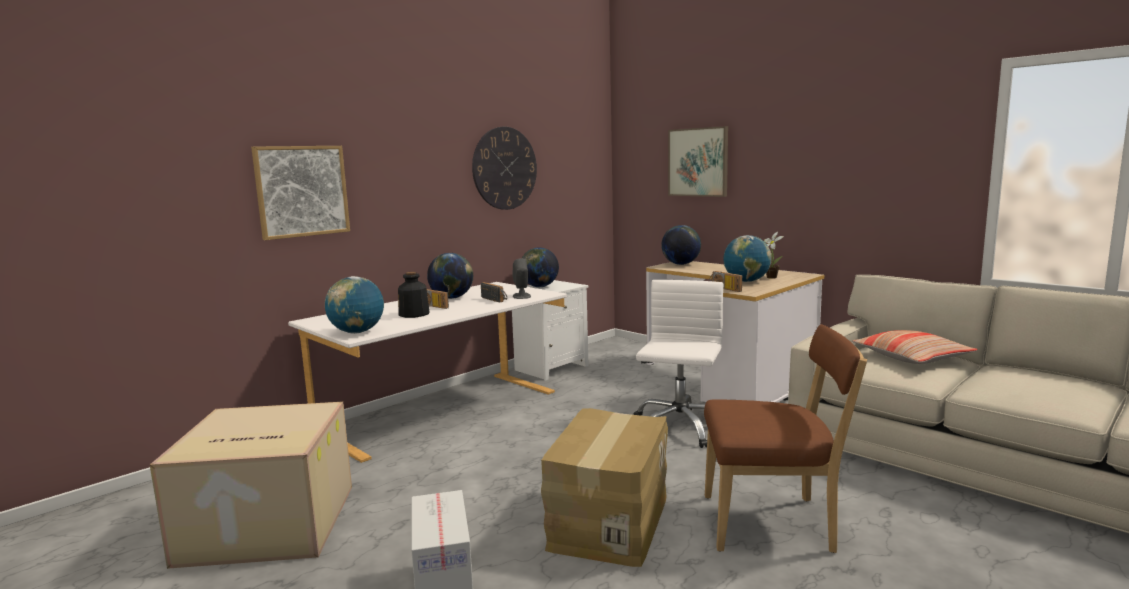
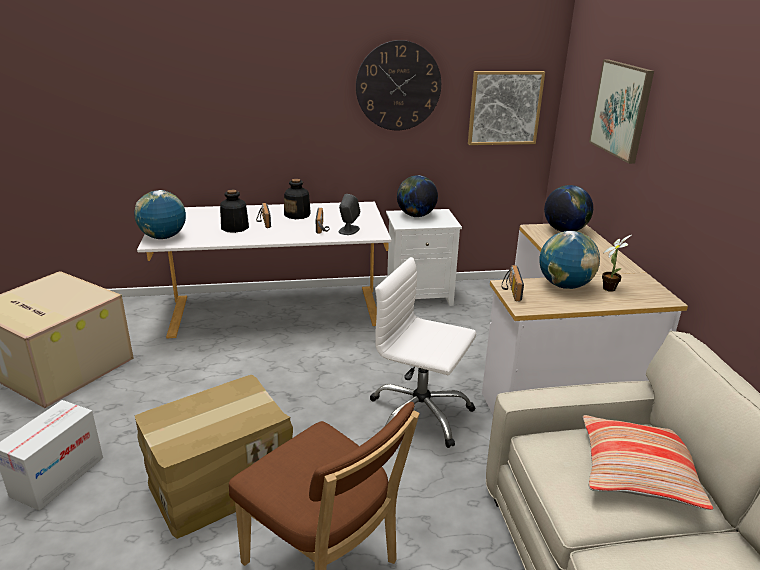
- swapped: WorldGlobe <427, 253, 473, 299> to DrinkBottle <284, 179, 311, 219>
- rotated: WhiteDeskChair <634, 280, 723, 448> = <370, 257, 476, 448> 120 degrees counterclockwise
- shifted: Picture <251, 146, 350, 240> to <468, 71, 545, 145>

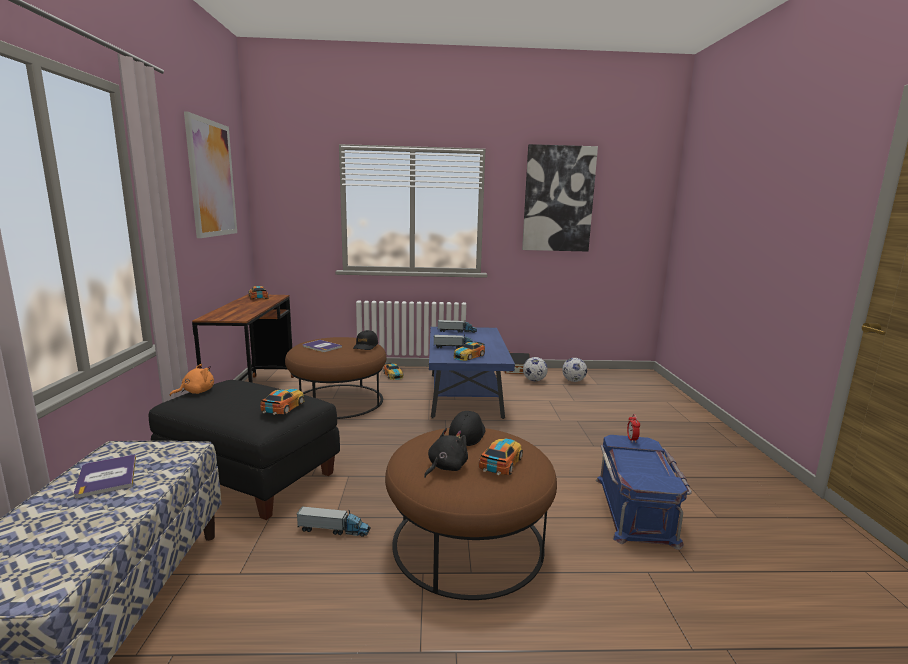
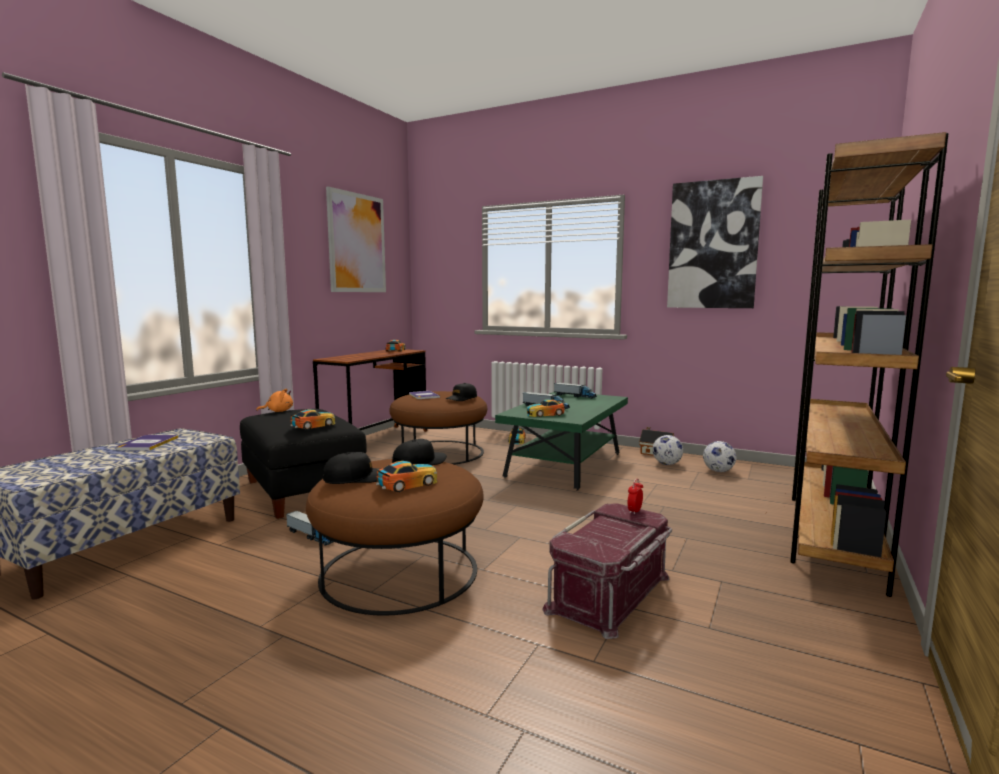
- swapped: BlackishPlushToy <424, 428, 468, 478> to BlackishBaseballCap <323, 452, 379, 484>
- repainted: BlueColouredLoungeTable <429, 327, 515, 419> to GreenColouredLoungeTable <495, 392, 628, 490>
- repainted: BlueColouredStorageContainer <596, 435, 692, 550> to ReddishStorageContainer <542, 503, 672, 639>
- new: BrownShelvingUnit <790, 132, 949, 597>

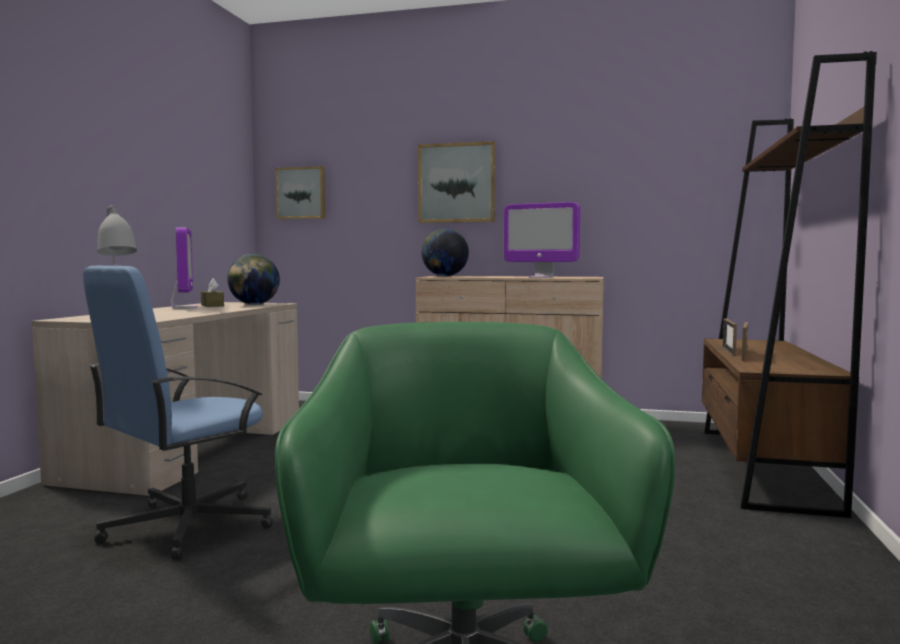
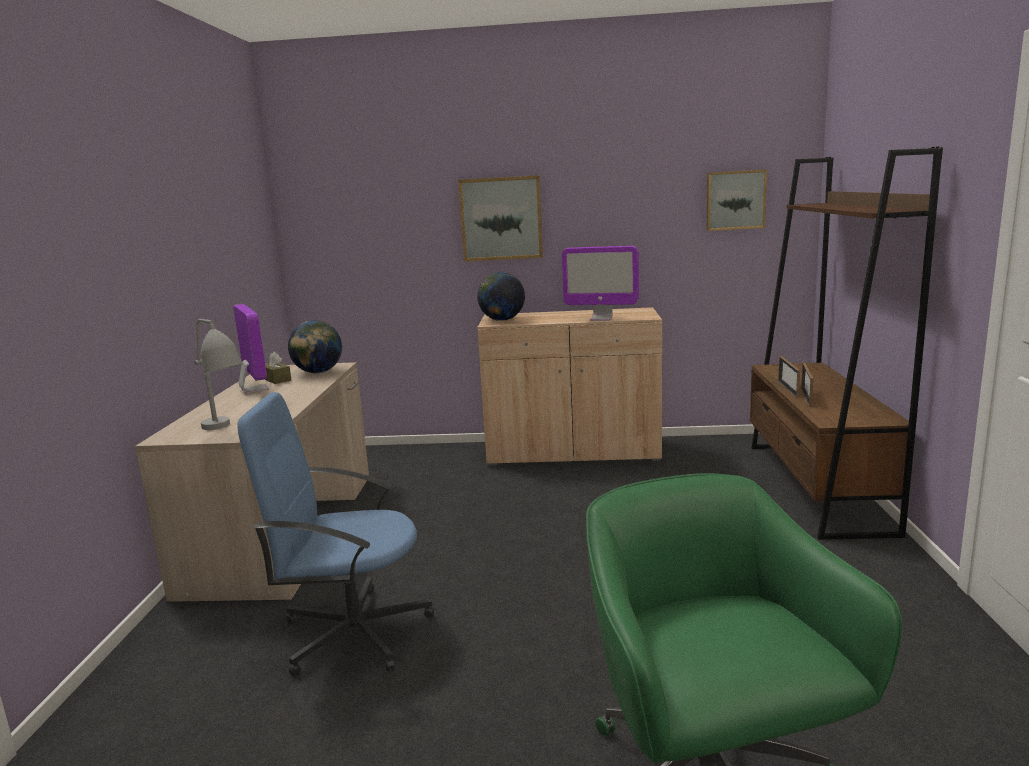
- rotated: BlueColouredDeskChair <83, 266, 273, 560> = <237, 392, 434, 676> 60 degrees clockwise
- shifted: Picture <275, 166, 325, 219> to <706, 170, 767, 231>

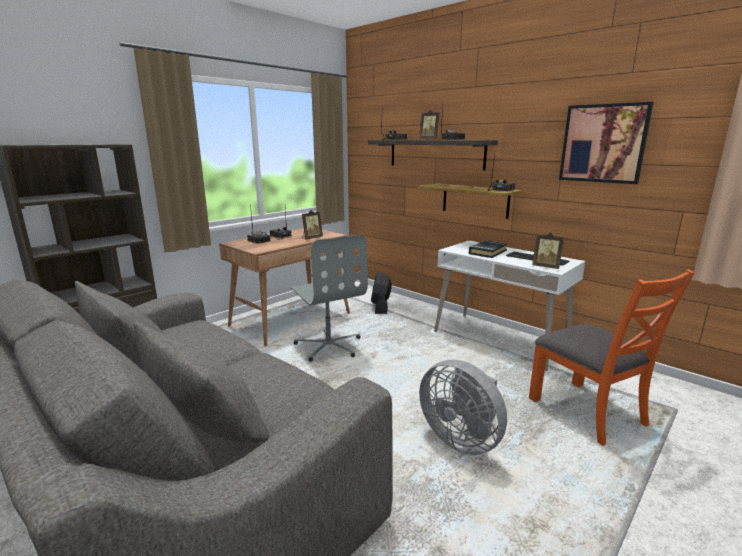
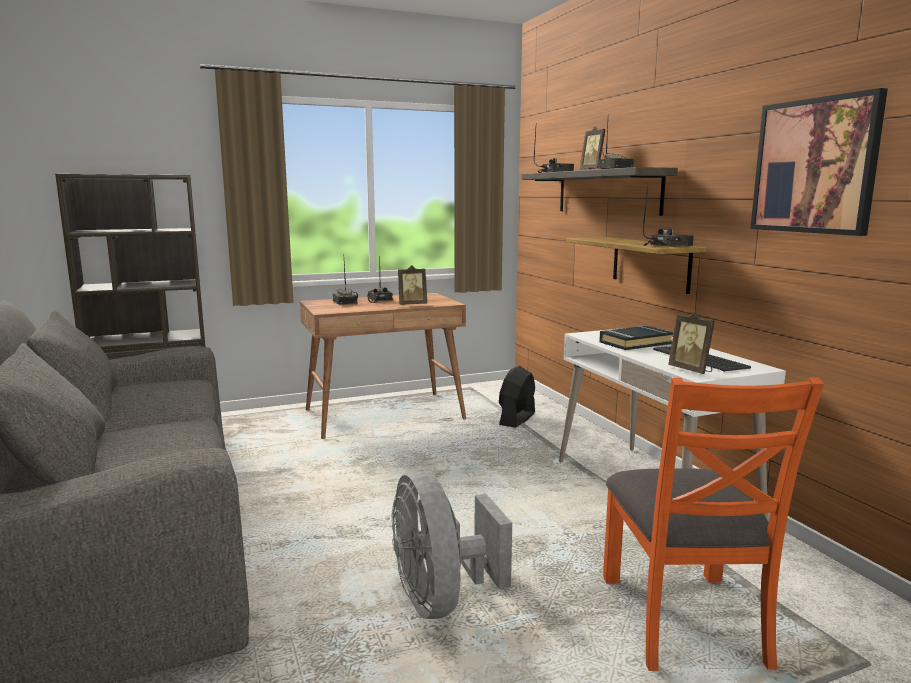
- gone: GrayDeskChair <290, 235, 368, 361>

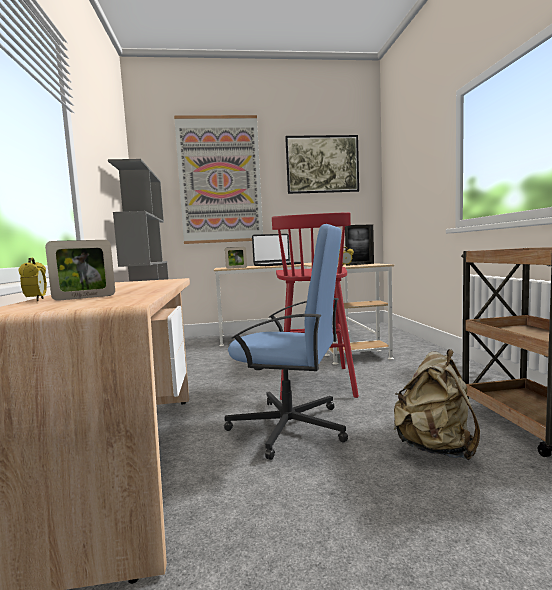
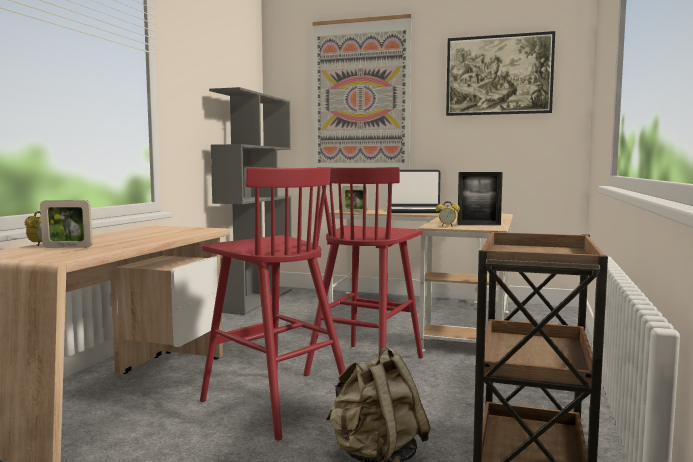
- swapped: BlueColouredDeskChair <224, 224, 348, 460> to ReddishSittingStool <200, 167, 346, 440>

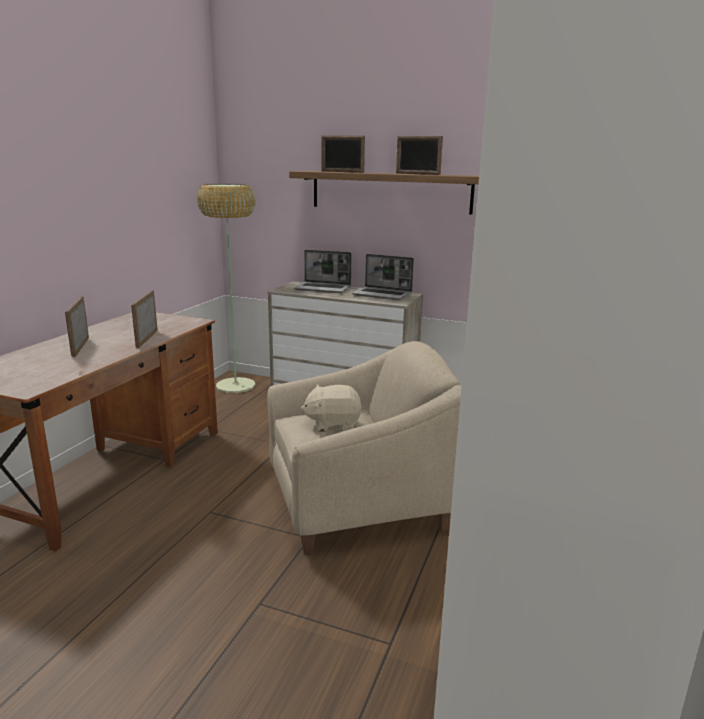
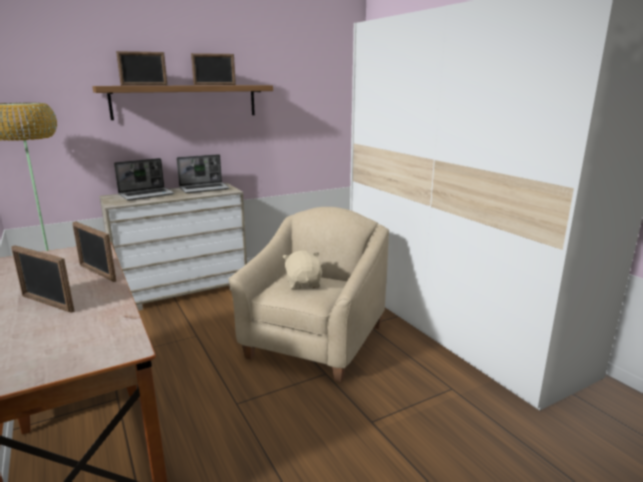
- rotated: BeigePlushToy <301, 384, 362, 432> = <282, 251, 322, 290> 135 degrees clockwise

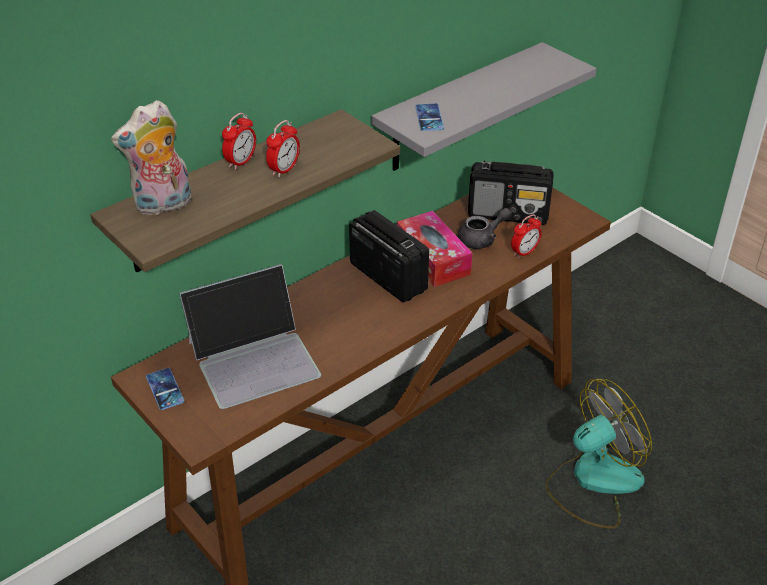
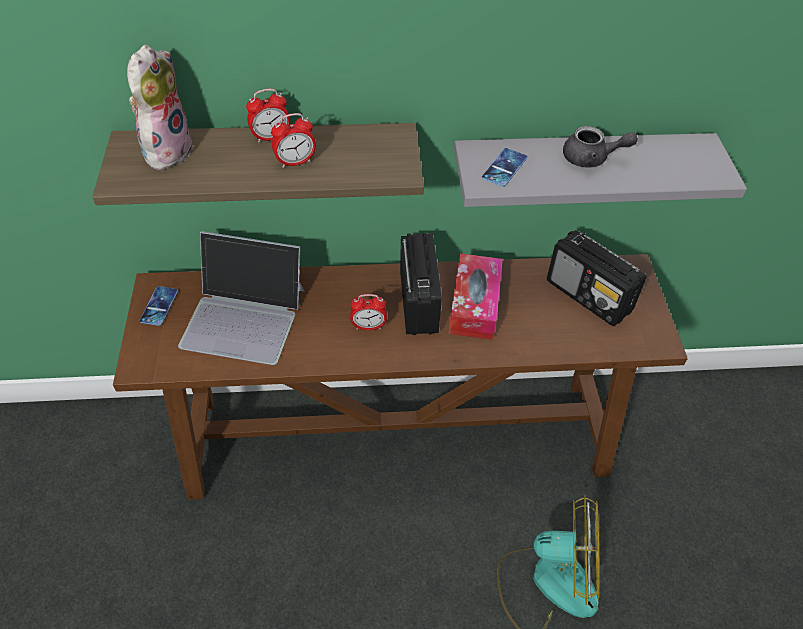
- rotated: PlushToy <111, 100, 191, 215> = <127, 45, 194, 170> 105 degrees clockwise
- shifted: TableClock <511, 214, 542, 258> to <350, 294, 387, 330>
- shifted: GrayTeapot <458, 208, 512, 249> to <563, 126, 638, 168>

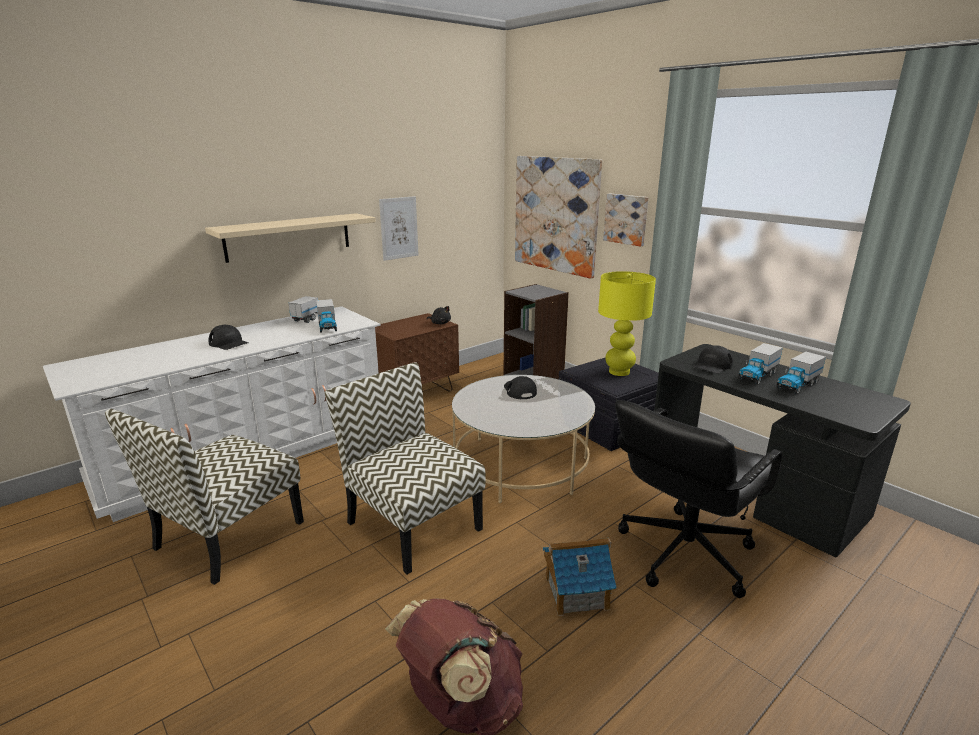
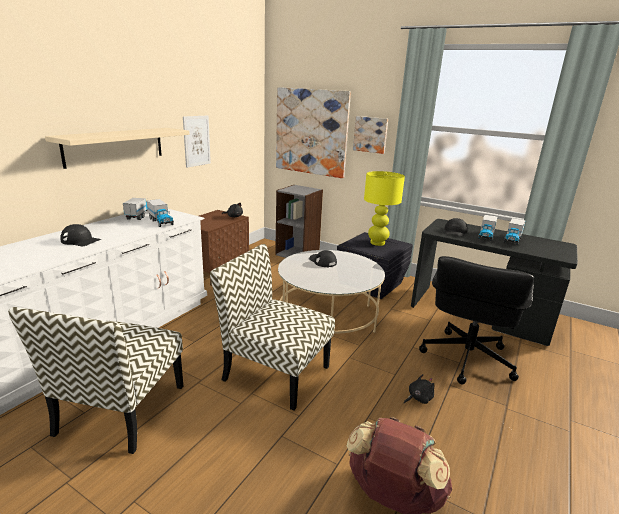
- swapped: MiniatureHouse <543, 538, 617, 616> to BlackishPlushToy <404, 374, 434, 404>

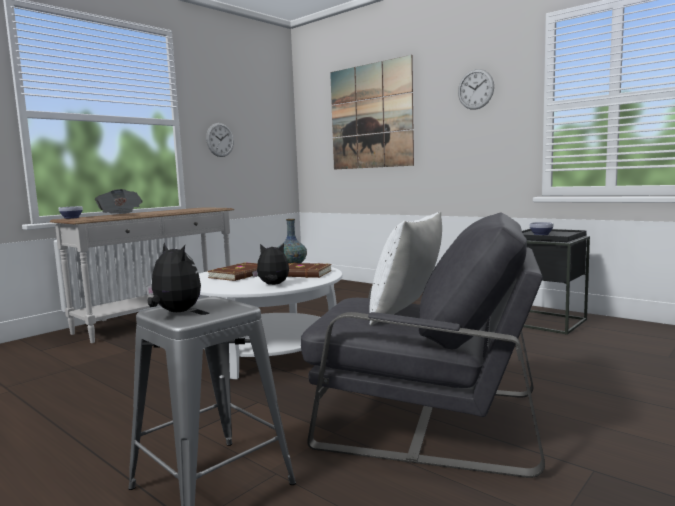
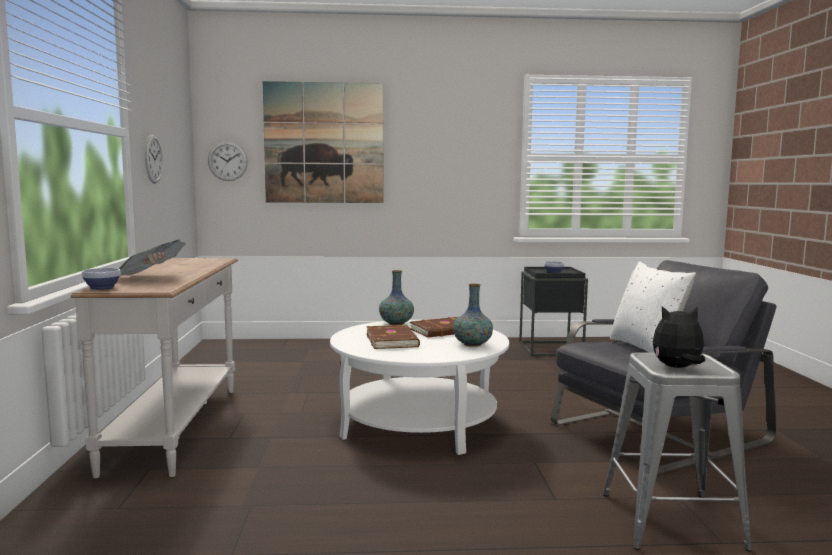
- shifted: HangingClock <458, 69, 494, 110> to <208, 141, 248, 181>
- swapped: PlushToy <252, 244, 289, 285> to FlowerVase <453, 284, 493, 347>

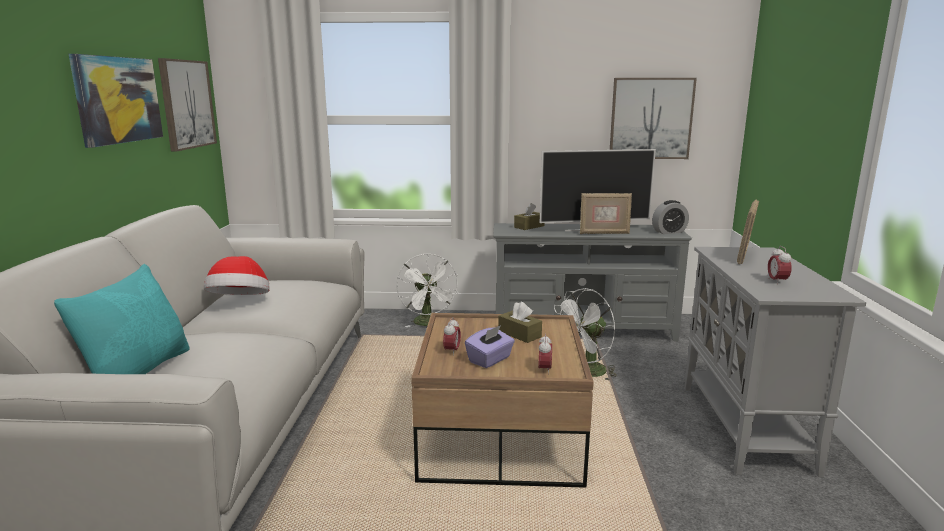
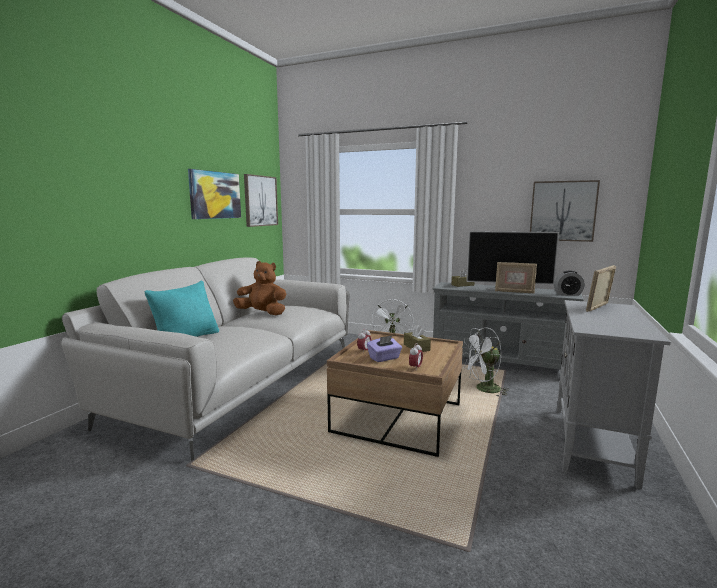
- swapped: ClothingHat <204, 256, 270, 295> to BrownPlushToy <233, 261, 286, 315>
- gone: TableClock <768, 246, 792, 285>

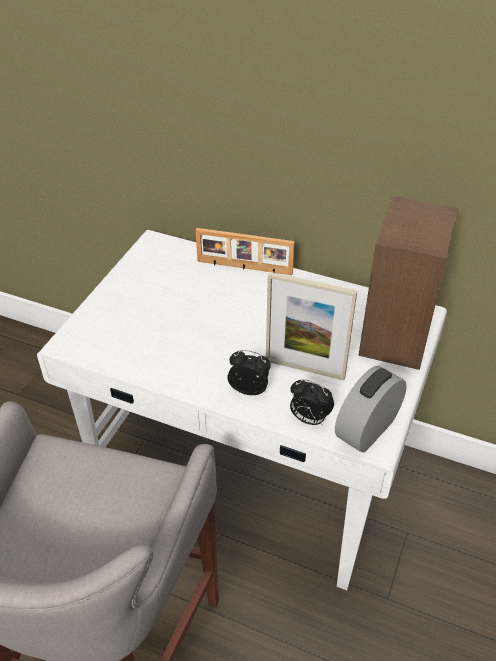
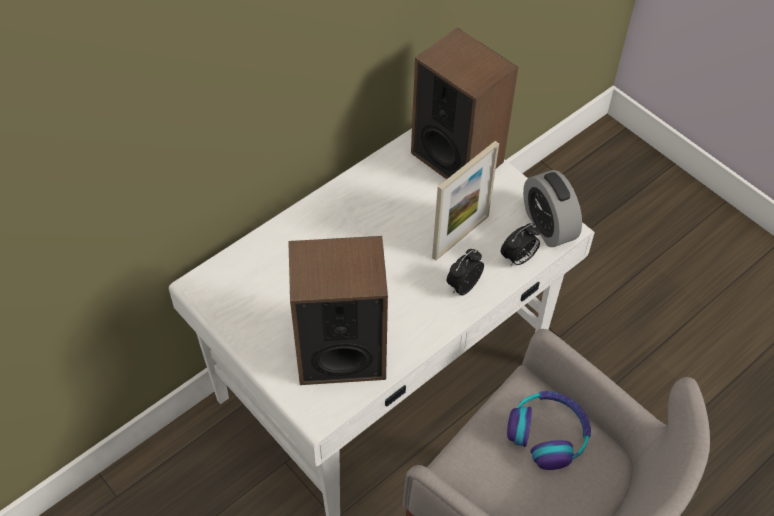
- new: Loudspeaker <288, 236, 388, 385>
- new: Headphones <507, 391, 591, 470>
- gone: StandingFrame <195, 228, 295, 275>

